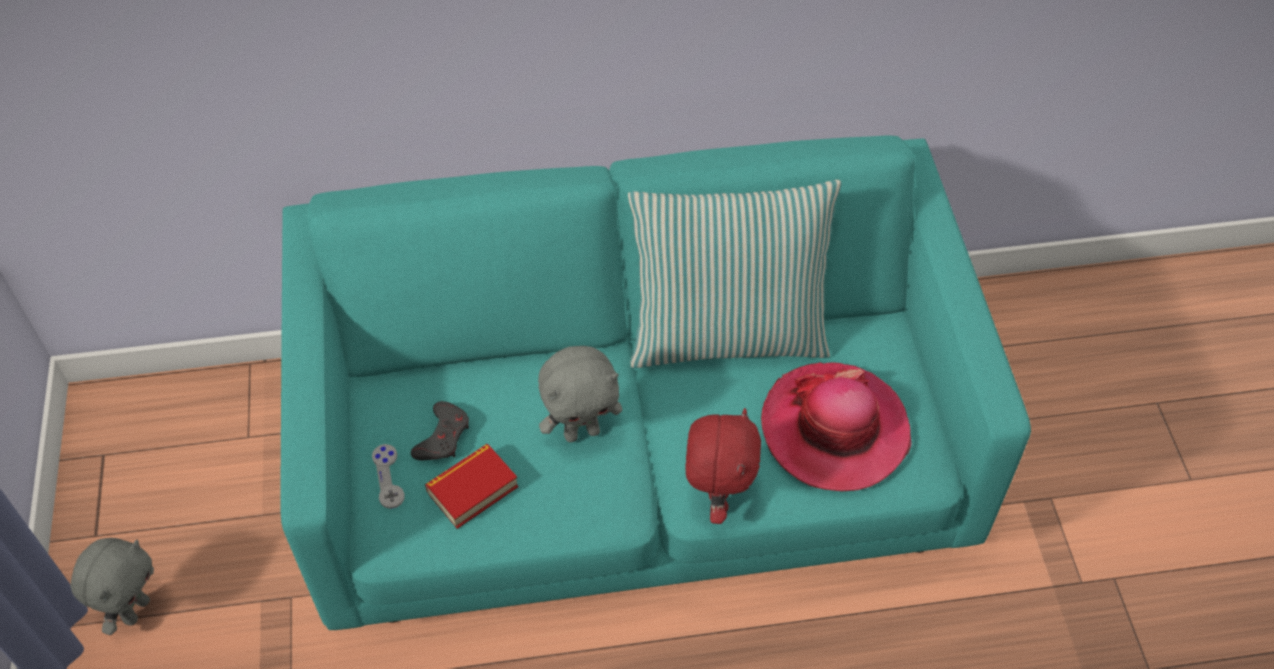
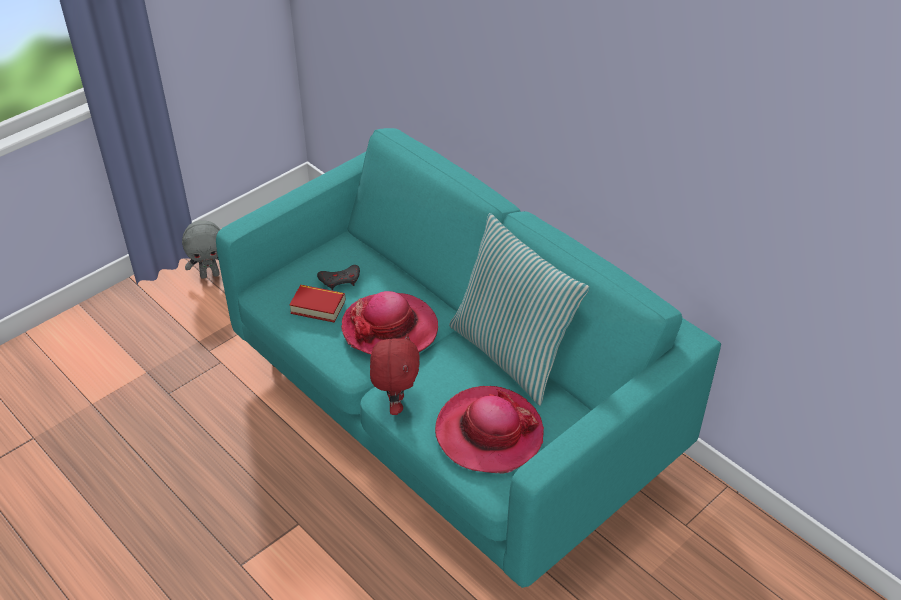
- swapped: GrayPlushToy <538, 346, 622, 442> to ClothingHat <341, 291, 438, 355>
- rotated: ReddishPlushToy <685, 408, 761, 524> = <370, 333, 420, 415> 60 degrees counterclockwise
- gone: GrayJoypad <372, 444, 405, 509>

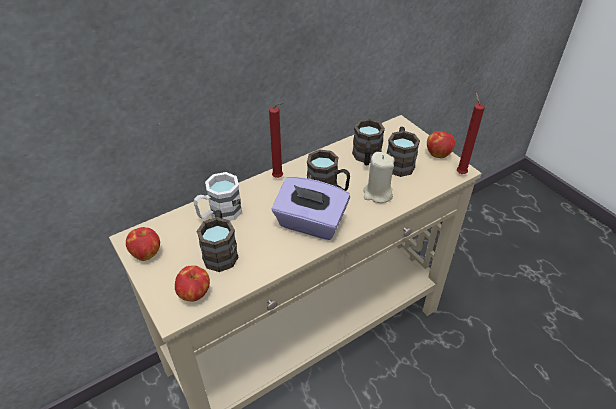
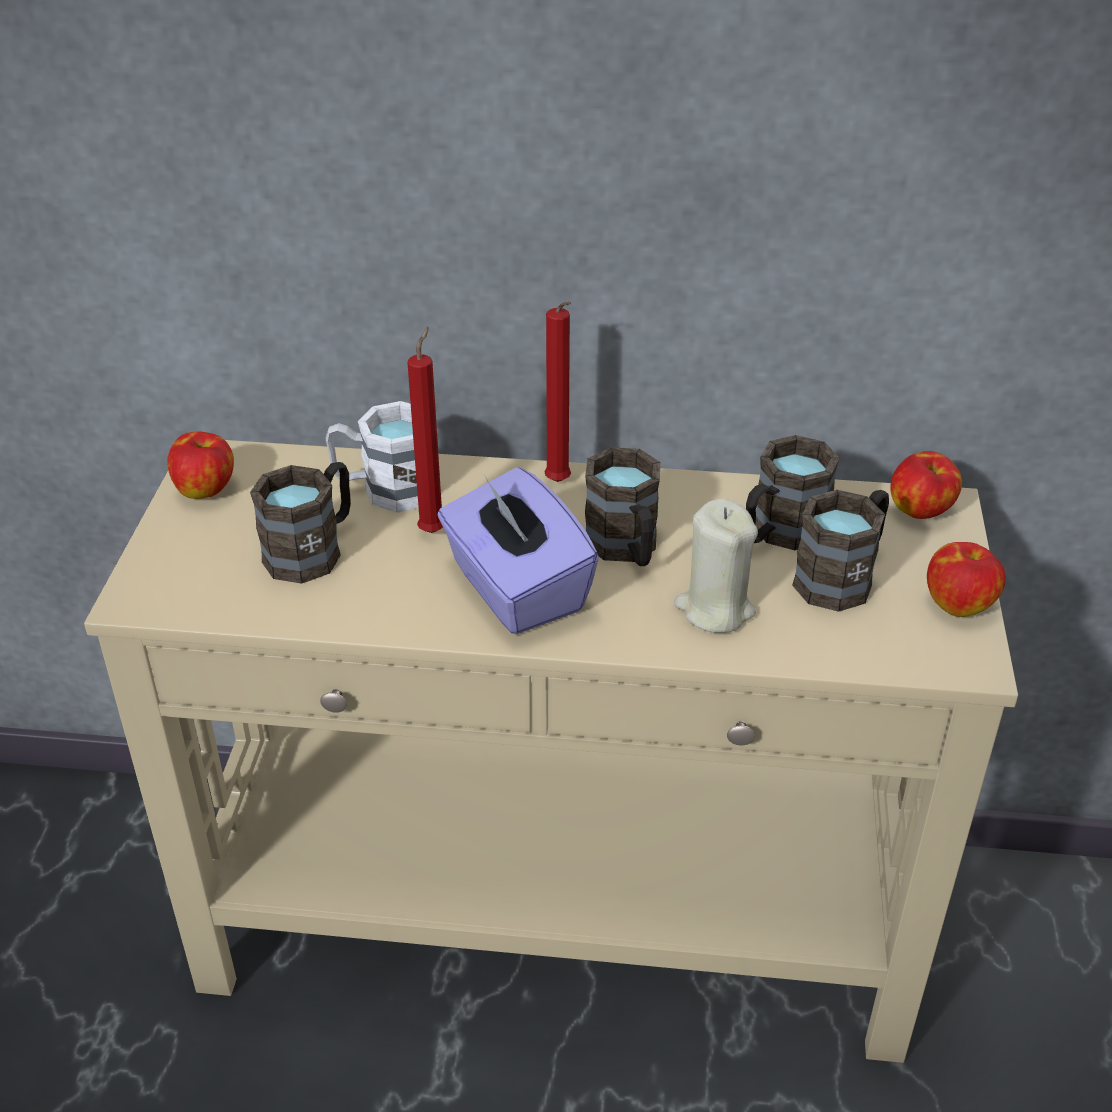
- shifted: ReddishWaxLight <457, 93, 485, 174> to <407, 327, 443, 533>
- shifted: AppleFruit <175, 265, 210, 301> to <890, 451, 962, 519>

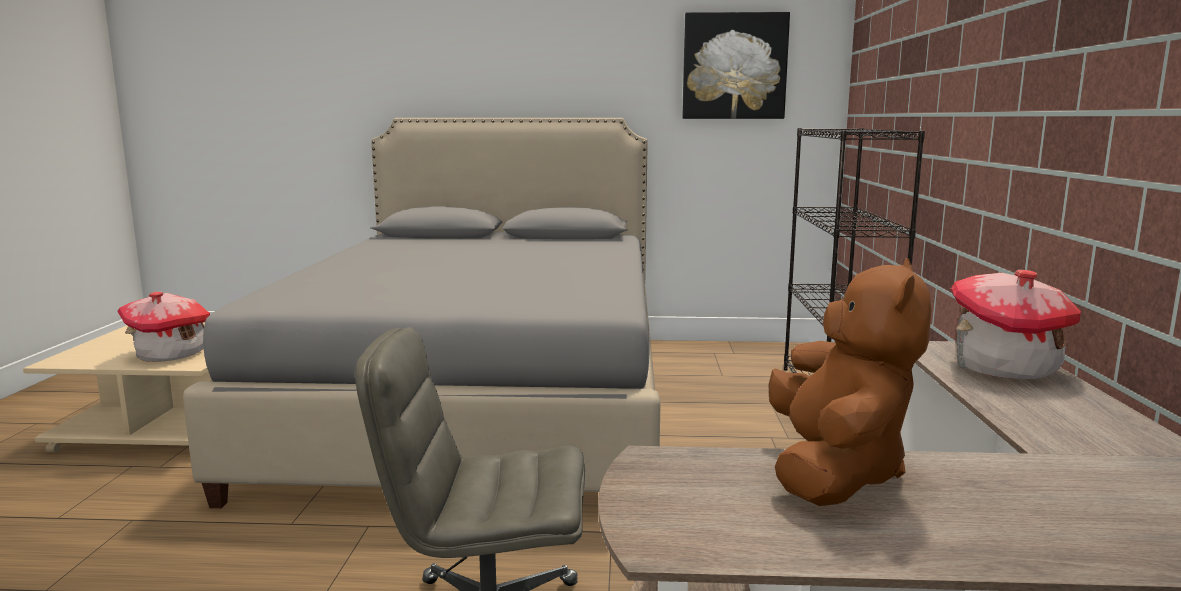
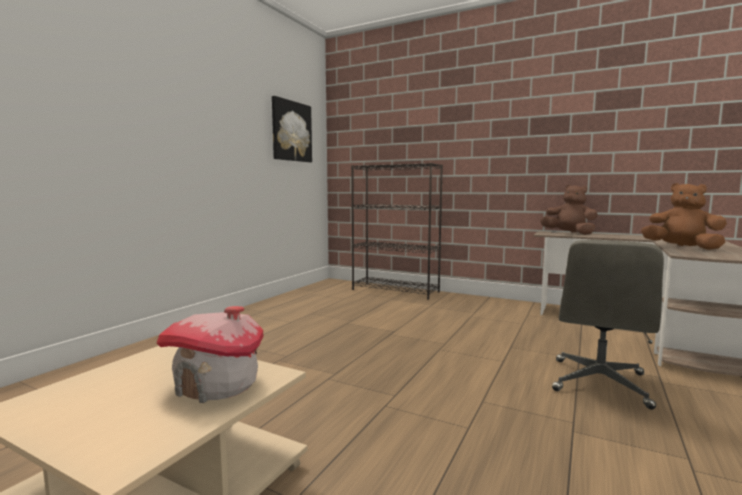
- swapped: MiniatureHouse <950, 270, 1081, 379> to BrownPlushToy <540, 185, 598, 235>
- gone: GrayBedroomBed <183, 118, 661, 508>

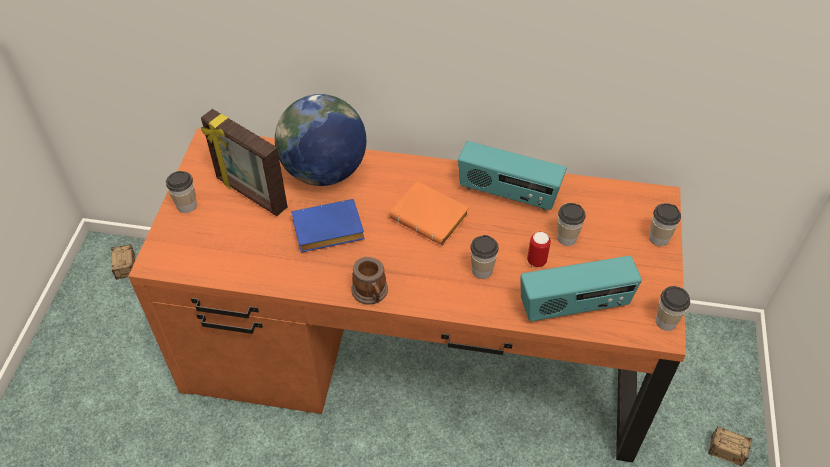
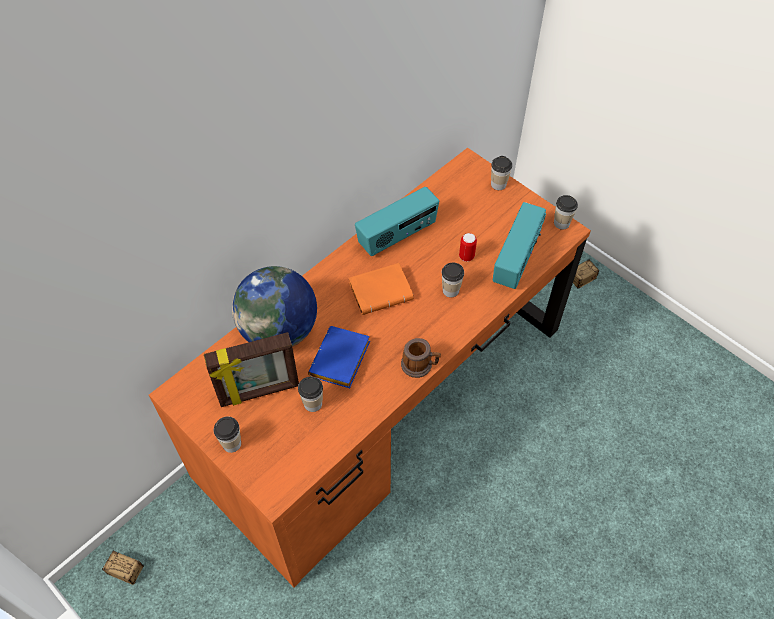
- shifted: DrinkingCup <557, 203, 586, 246> to <298, 377, 323, 412>

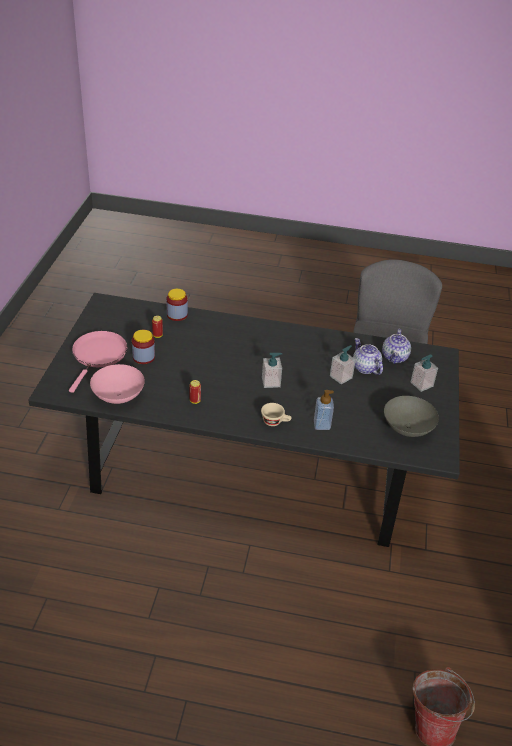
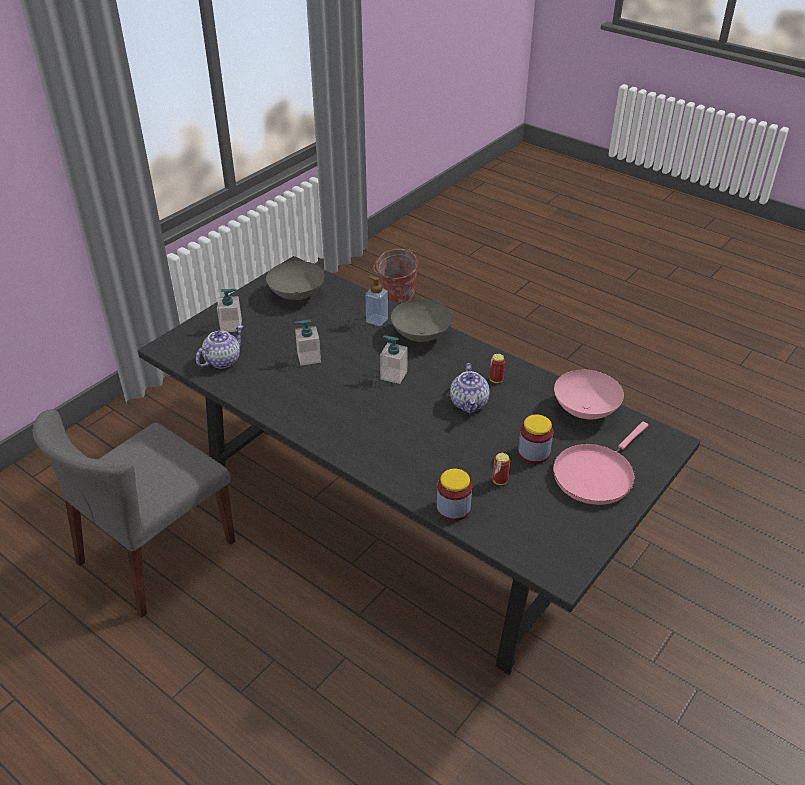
- swapped: BeigeDrinkingCup <261, 403, 292, 426> to GrayDeepDish <391, 299, 453, 342>
- shifted: Teapot <353, 338, 383, 375> to <450, 363, 490, 413>

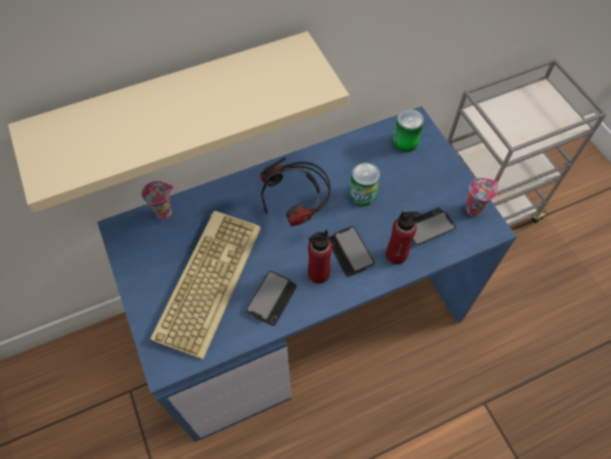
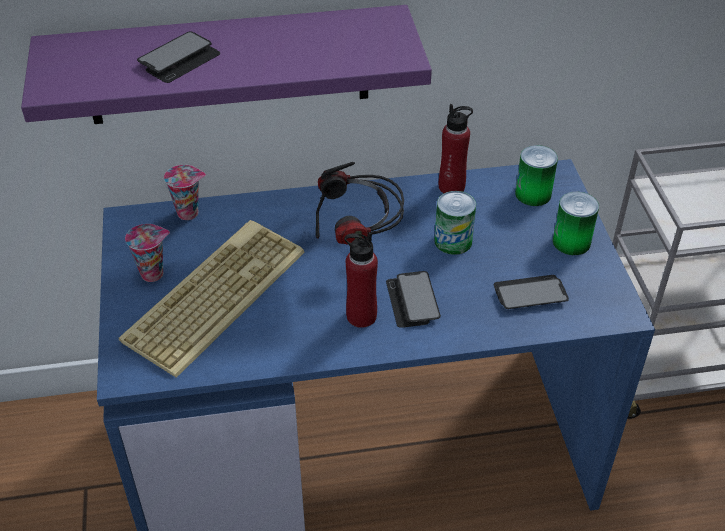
- repainted: BeigeShelf <8, 31, 349, 212> to PurpleShelf <21, 5, 432, 124>
- shifted: DrinkingCup <466, 178, 498, 216> to <125, 224, 170, 282>
- shifted: Handset <246, 271, 297, 326> to <137, 32, 220, 83>
- shifted: ReddishDrinkBottle <386, 211, 422, 265> to <439, 104, 473, 193>
- new: MetalCan <553, 192, 599, 255>

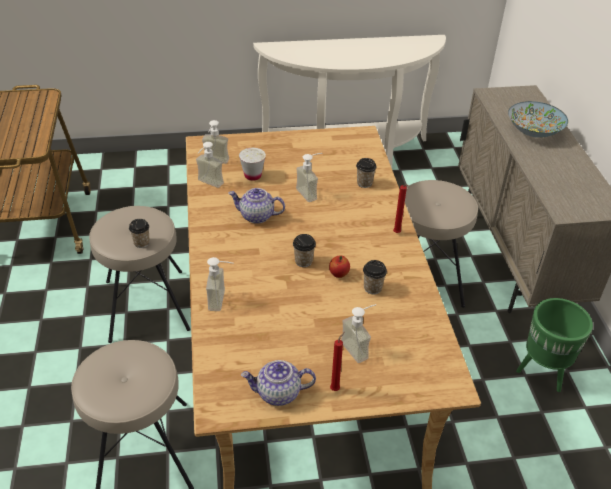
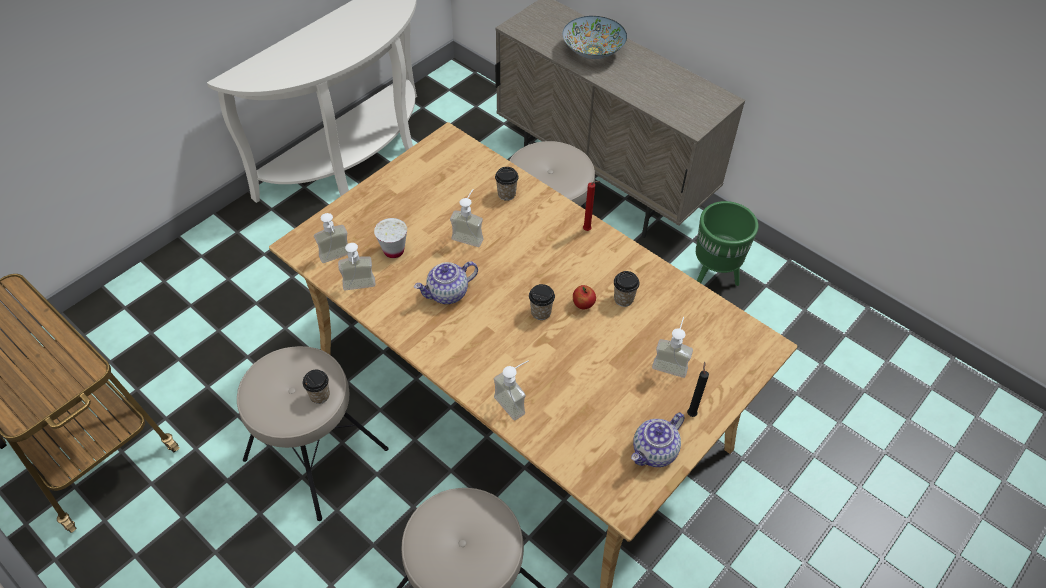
- repainted: ReddishWaxLight <330, 332, 345, 391> to BlackishWaxLight <687, 361, 709, 417>

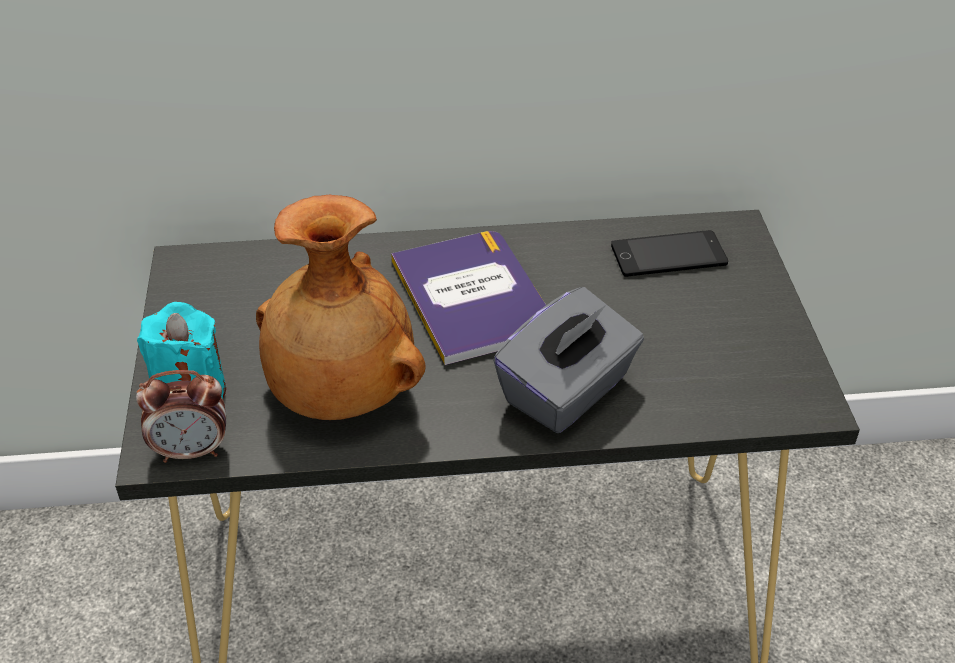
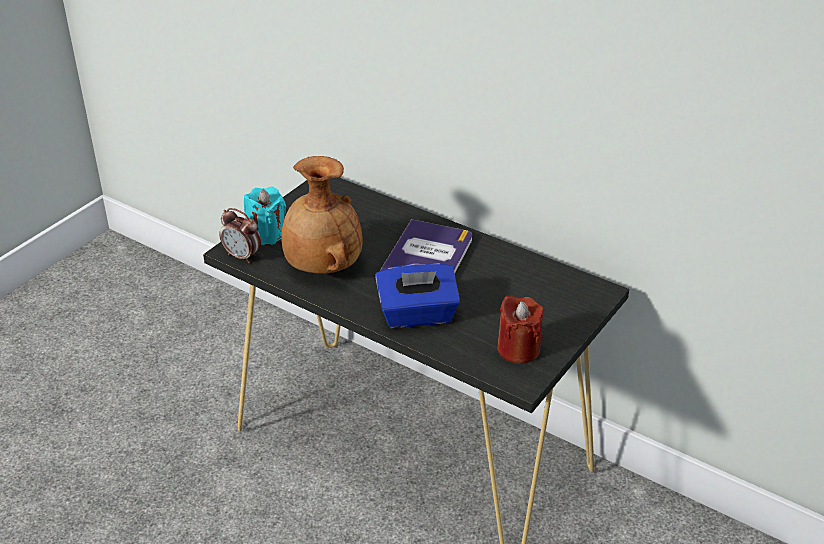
- repainted: GrayTissueHolder <493, 287, 644, 433> to BlueColouredTissueHolder <375, 263, 460, 328>
- new: ReddishWaxLight <497, 296, 543, 364>
- gone: Handset <611, 230, 728, 277>

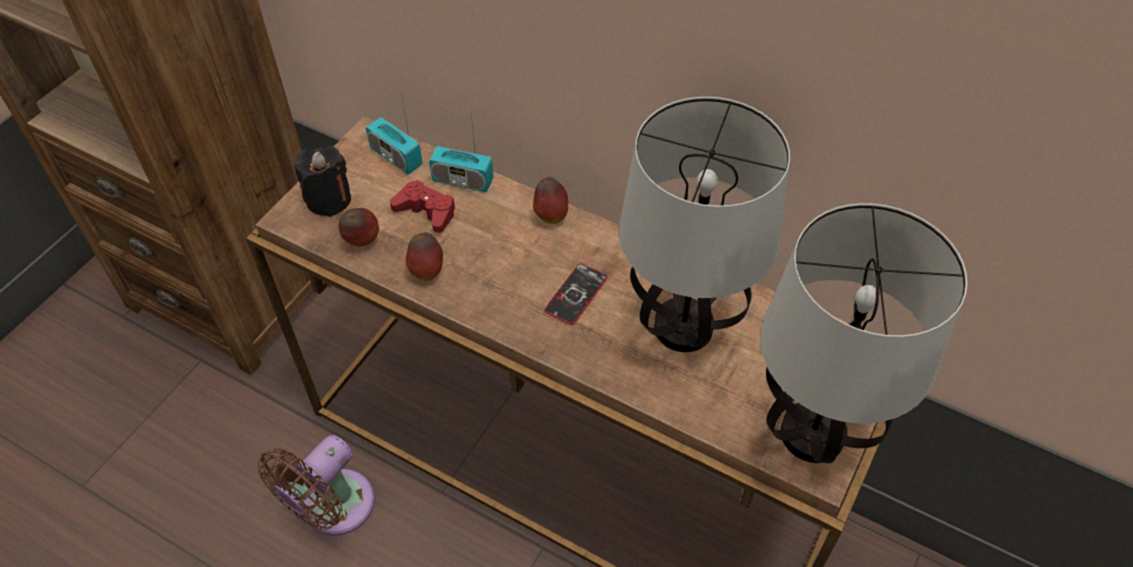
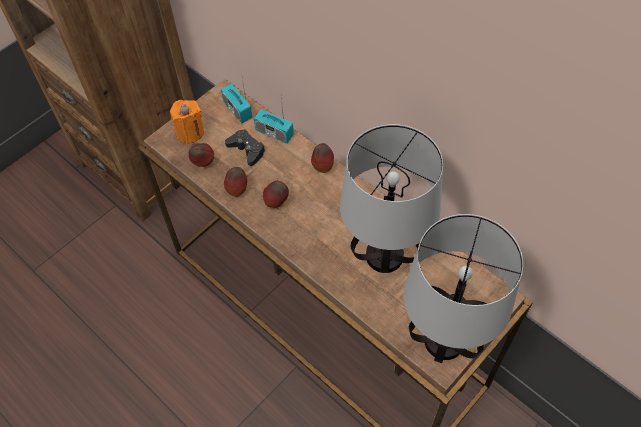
- repainted: BlackishWaxLight <295, 146, 351, 217> to OrangeyWaxLight <170, 100, 204, 144>
- repainted: ReddishJoypad <390, 180, 455, 233> to BlackishJoypad <225, 129, 265, 166>
- new: AppleFruit <263, 181, 289, 208>
- gone: BrownFan <257, 435, 375, 536>
- gone: Handset <544, 263, 607, 325>

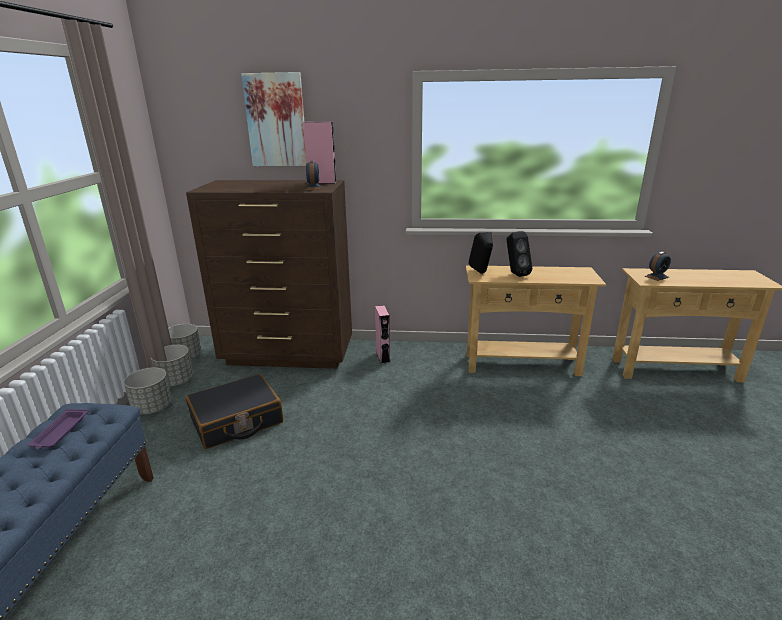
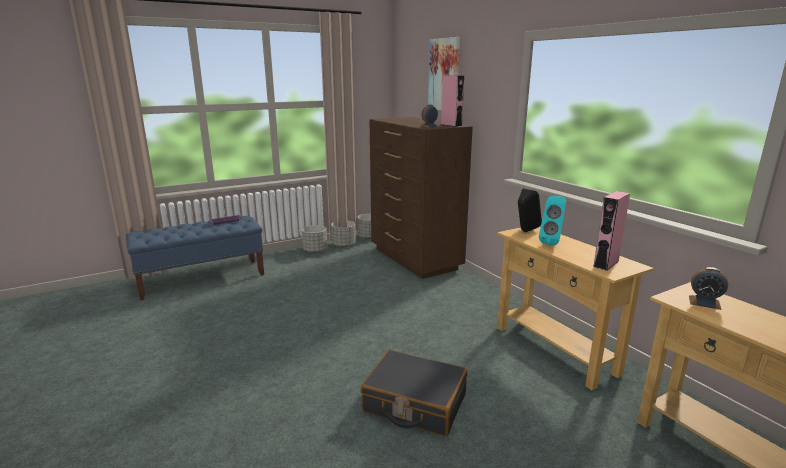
- shifted: BlackishPieceOfLuggage <186, 374, 283, 449> to <361, 350, 467, 437>
- repainted: BlackishLoudspeaker <507, 231, 532, 277> to TurquoiseColouredLoudspeaker <539, 196, 566, 245>
- shifted: PinkColouredLoudspeaker <375, 305, 391, 364> to <593, 191, 630, 271>

